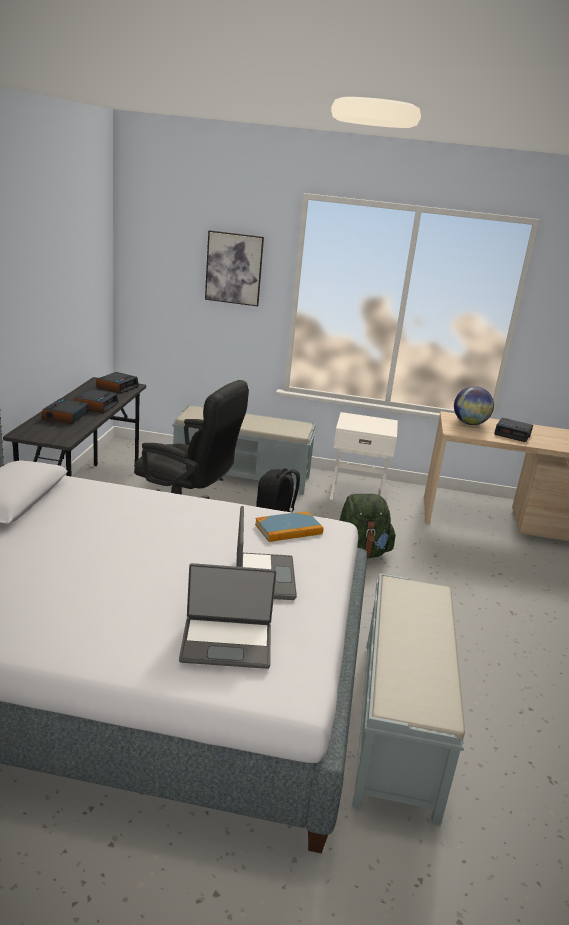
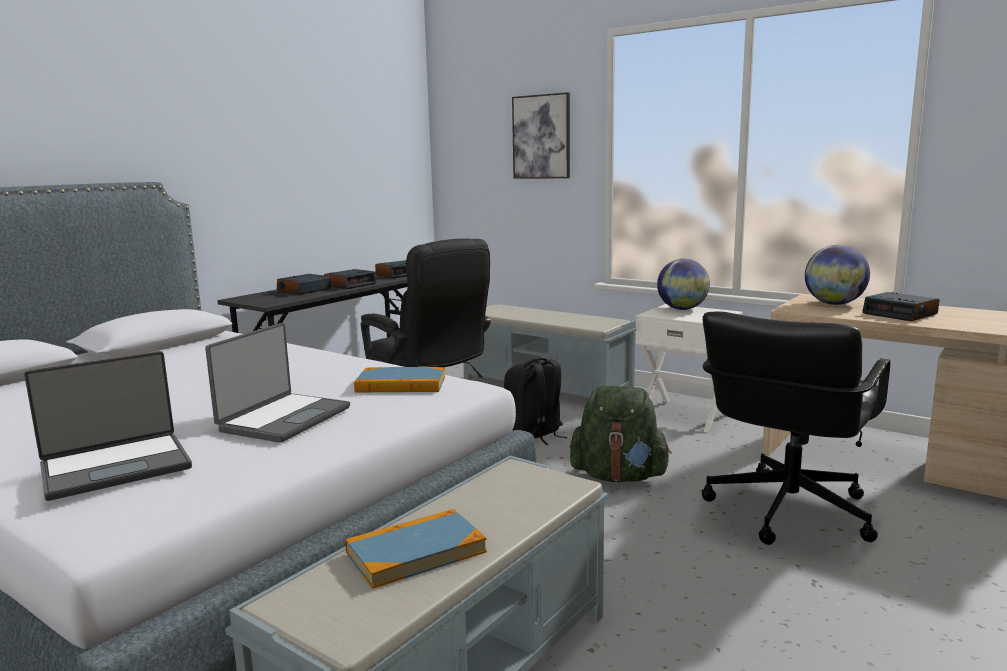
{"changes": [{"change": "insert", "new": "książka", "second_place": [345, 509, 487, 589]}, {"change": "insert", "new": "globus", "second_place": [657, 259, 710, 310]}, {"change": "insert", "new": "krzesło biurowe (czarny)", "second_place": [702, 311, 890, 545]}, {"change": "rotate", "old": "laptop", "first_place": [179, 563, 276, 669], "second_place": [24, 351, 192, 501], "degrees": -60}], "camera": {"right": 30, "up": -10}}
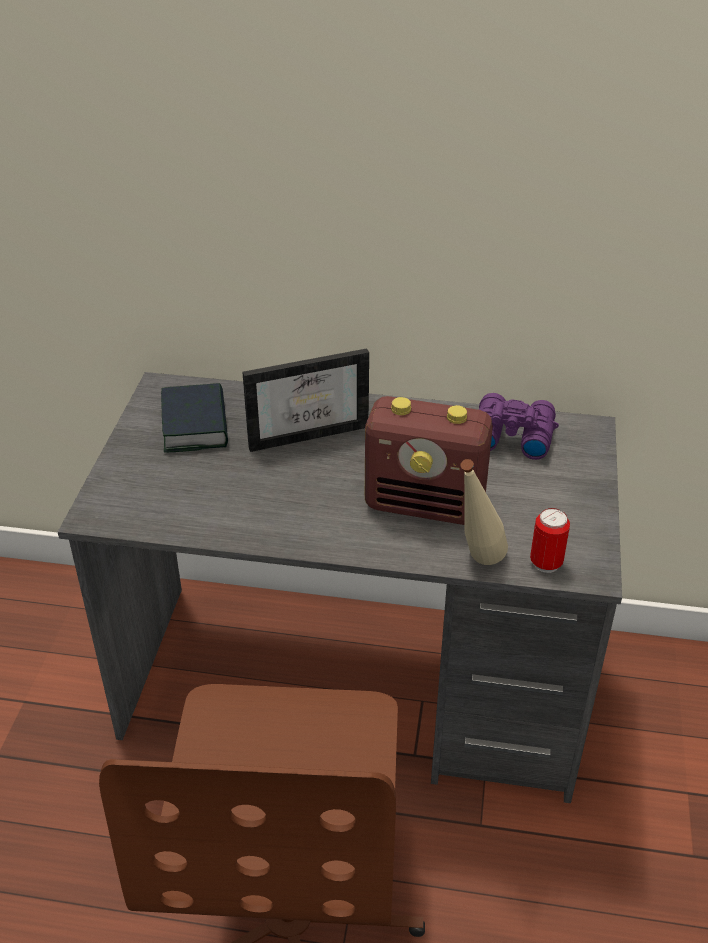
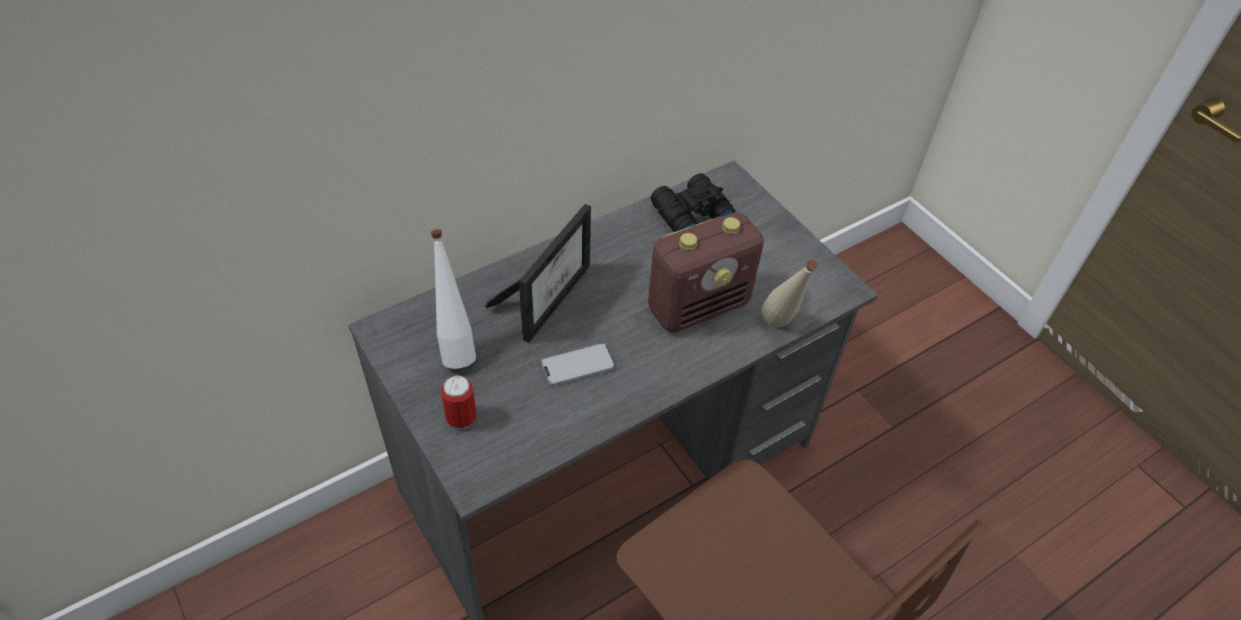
{"changes": [{"change": "insert", "new": "telefon", "second_place": [541, 343, 615, 386]}, {"change": "move", "old": "puszka", "first_place": [530, 508, 570, 573], "second_place": [441, 375, 477, 429]}, {"change": "replace", "old": "książka", "new": "butelka (biały)", "first_place": [161, 383, 228, 453], "second_place": [431, 229, 476, 369]}, {"change": "recolor", "old": "lornetka (fioletowy)", "new": "lornetka (czarny)", "first_place": [479, 393, 559, 460], "second_place": [651, 173, 735, 232]}], "camera": {"right": -45, "up": 10}}
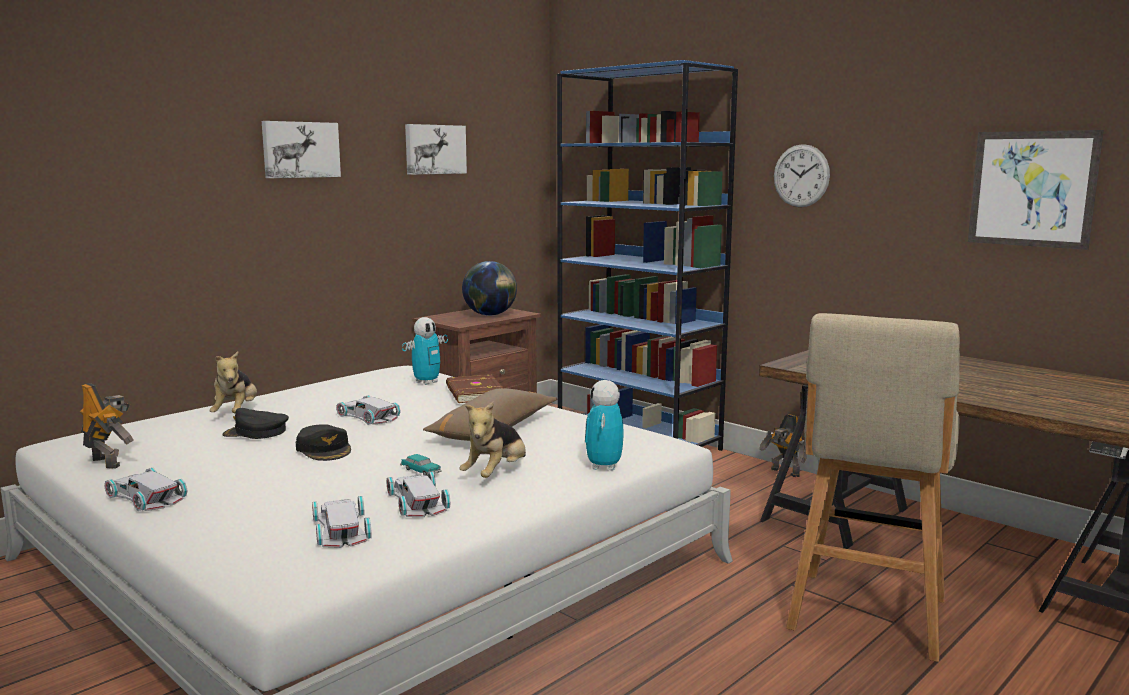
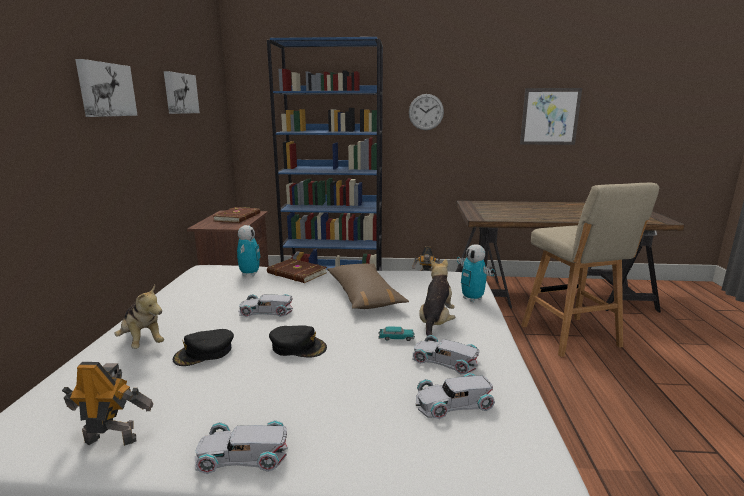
{"changes": [{"change": "replace", "old": "globus", "new": "książka (brązowy)", "first_place": [462, 261, 517, 316], "second_place": [213, 207, 260, 223]}, {"change": "rotate", "old": "samochodzik (biały)", "first_place": [312, 496, 372, 548], "second_place": [416, 373, 495, 419], "degrees": -45}, {"change": "rotate", "old": "pluszak", "first_place": [459, 402, 526, 478], "second_place": [419, 259, 455, 341], "degrees": -150}], "camera": {"right": -40, "up": 5}}
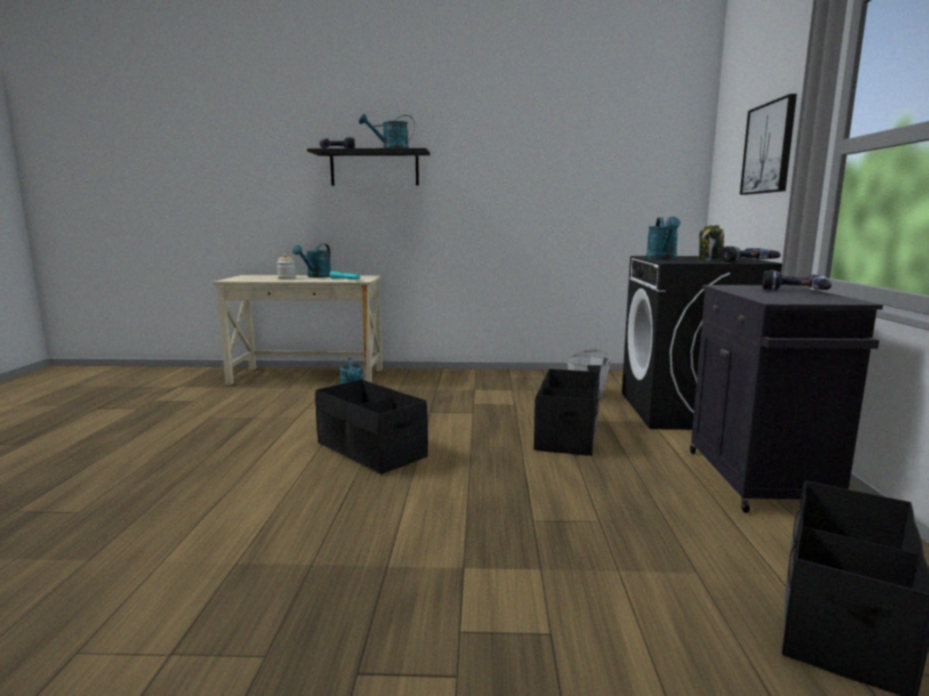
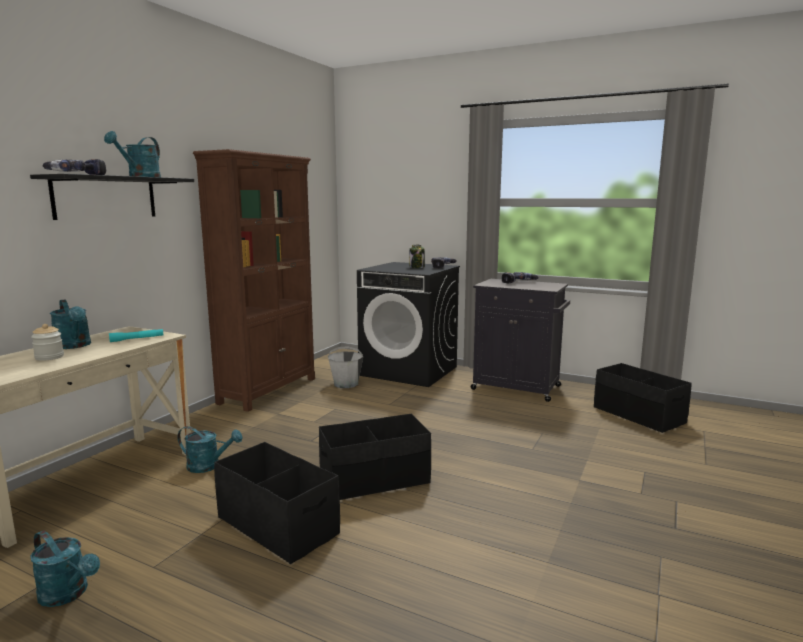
{"changes": [{"change": "delete", "old": "obraz", "first_place": [740, 94, 797, 195]}, {"change": "insert", "new": "regał (brązowy)", "second_place": [193, 149, 315, 412]}, {"change": "move", "old": "pojemnik do przechowywania (czarny)", "first_place": [534, 369, 600, 456], "second_place": [214, 442, 340, 564]}, {"change": "move", "old": "konewka (turkusowy)", "first_place": [646, 217, 680, 260], "second_place": [30, 530, 100, 607]}], "camera": {"right": -65, "up": 0}}
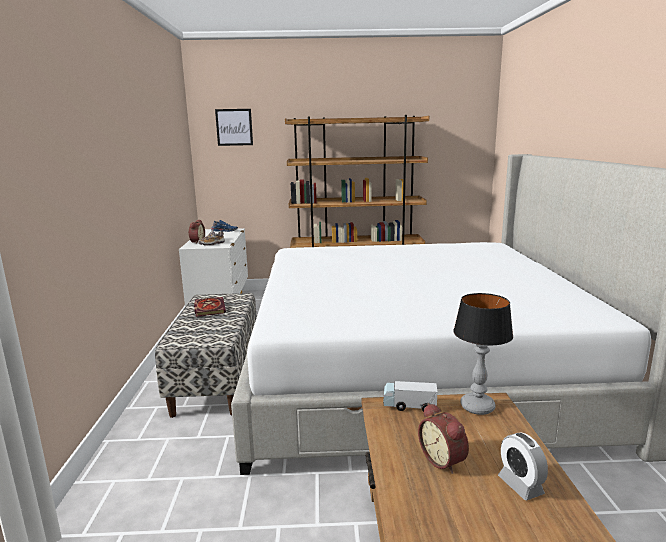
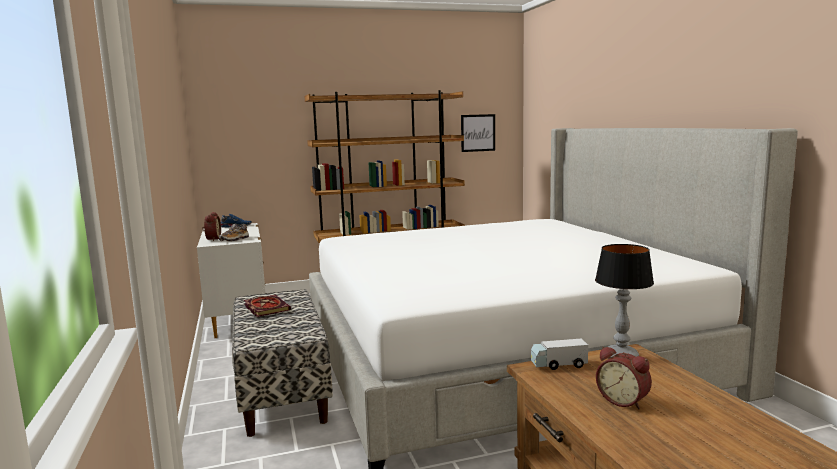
{"changes": [{"change": "delete", "old": "budzik", "first_place": [498, 433, 548, 501]}, {"change": "move", "old": "obraz", "first_place": [215, 109, 253, 146], "second_place": [461, 114, 495, 152]}], "camera": {"right": -15, "up": -5}}
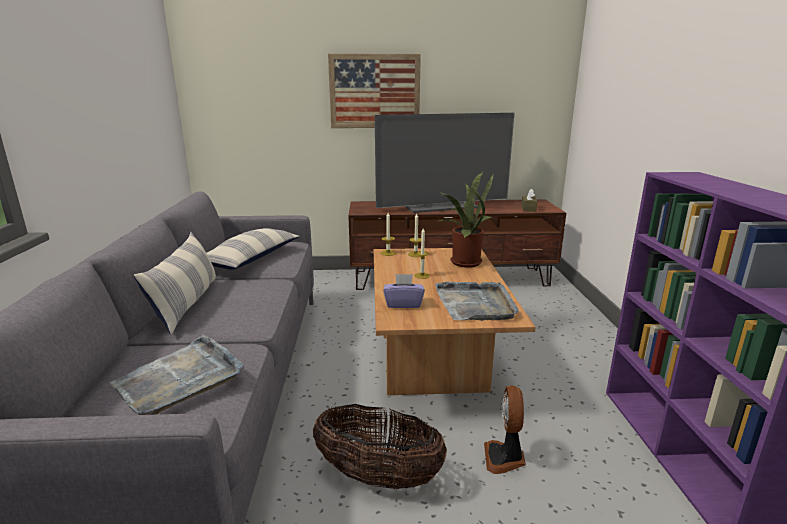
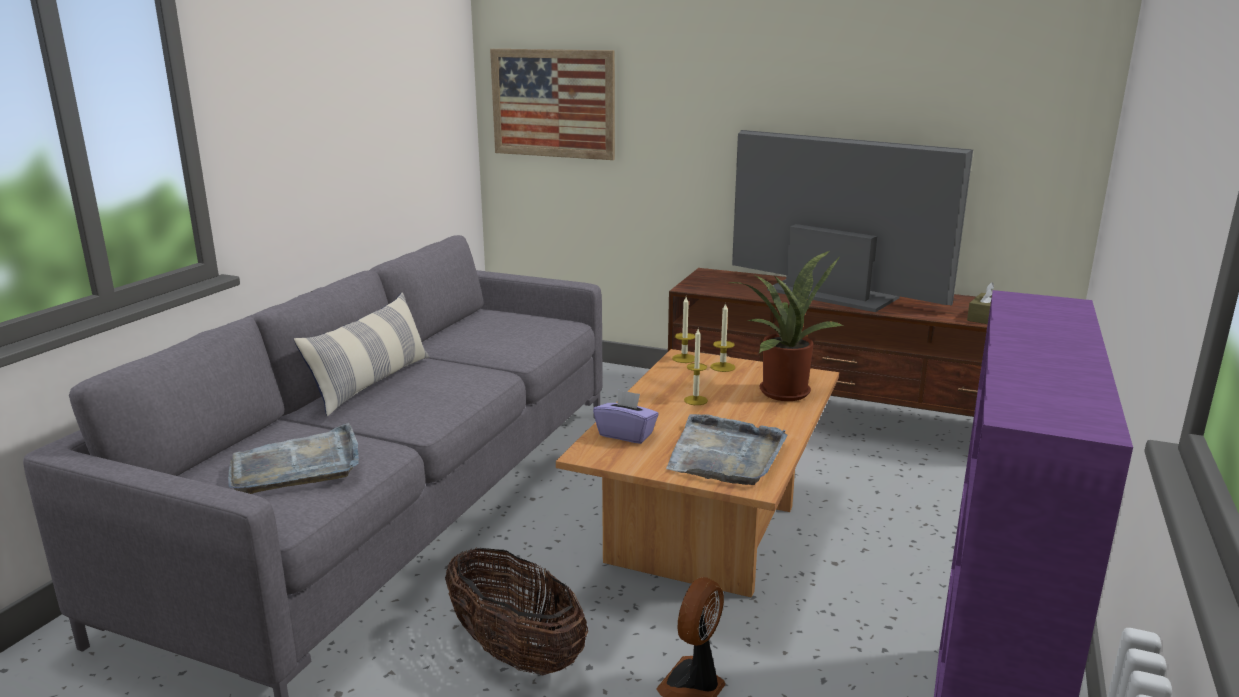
{"changes": [{"change": "delete", "old": "poduszka", "first_place": [207, 228, 300, 270]}, {"change": "move", "old": "obraz", "first_place": [328, 54, 421, 128], "second_place": [490, 49, 615, 160]}, {"change": "rotate", "old": "telewizor", "first_place": [375, 113, 515, 213], "second_place": [732, 130, 973, 312], "degrees": -150}], "camera": {"right": 25, "up": 0}}
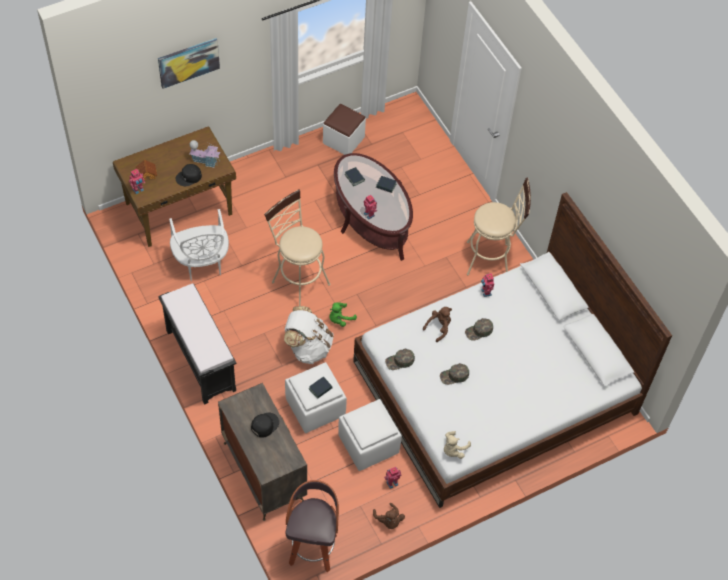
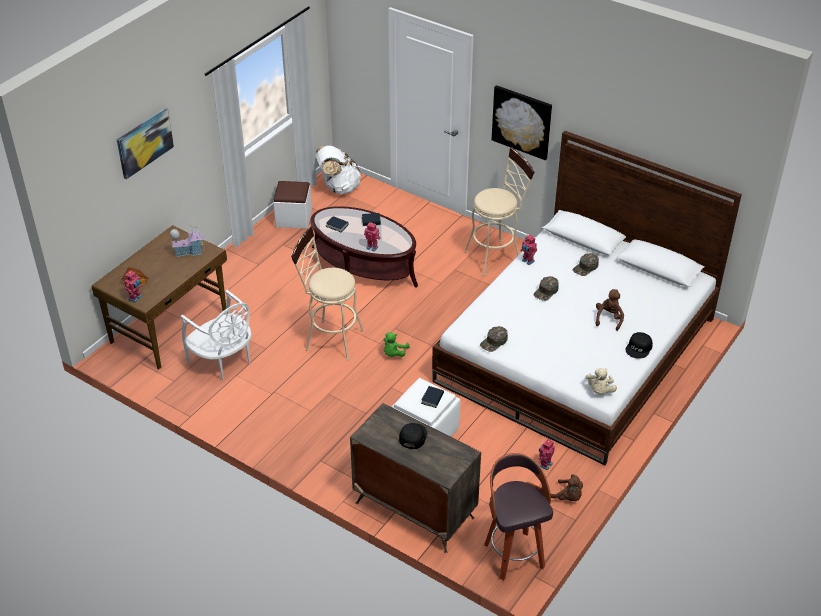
{"changes": [{"change": "delete", "old": "ławka (czarny)", "first_place": [158, 283, 236, 405]}, {"change": "delete", "old": "pufa (biały)", "first_place": [338, 399, 402, 471]}, {"change": "insert", "new": "obraz", "second_place": [492, 85, 552, 160]}, {"change": "move", "old": "czapka z daszkiem (czarny)", "first_place": [176, 164, 202, 186], "second_place": [625, 332, 653, 359]}, {"change": "move", "old": "plecak (biały)", "first_place": [284, 306, 334, 364], "second_place": [316, 146, 361, 194]}, {"change": "move", "old": "pluszak (brązowy)", "first_place": [423, 307, 452, 342], "second_place": [595, 289, 624, 331]}, {"change": "move", "old": "czapka z daszkiem (zielony)", "first_place": [440, 363, 469, 385], "second_place": [573, 253, 599, 276]}], "camera": {"right": -25, "up": -15}}
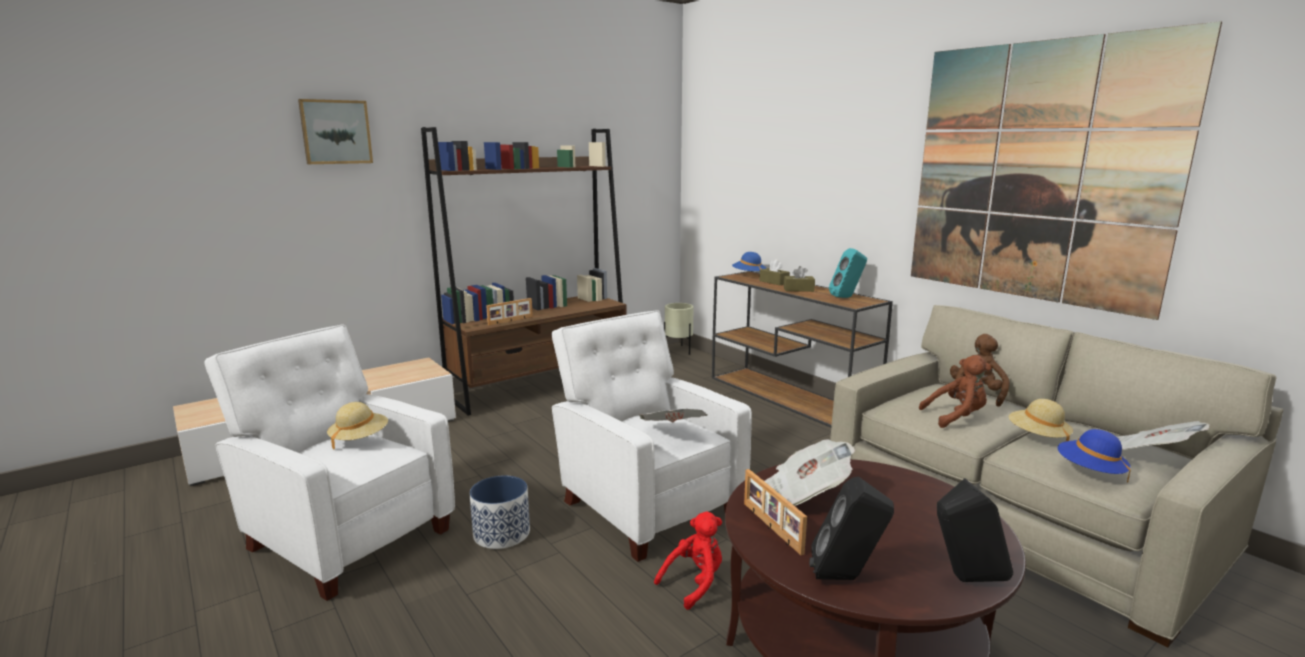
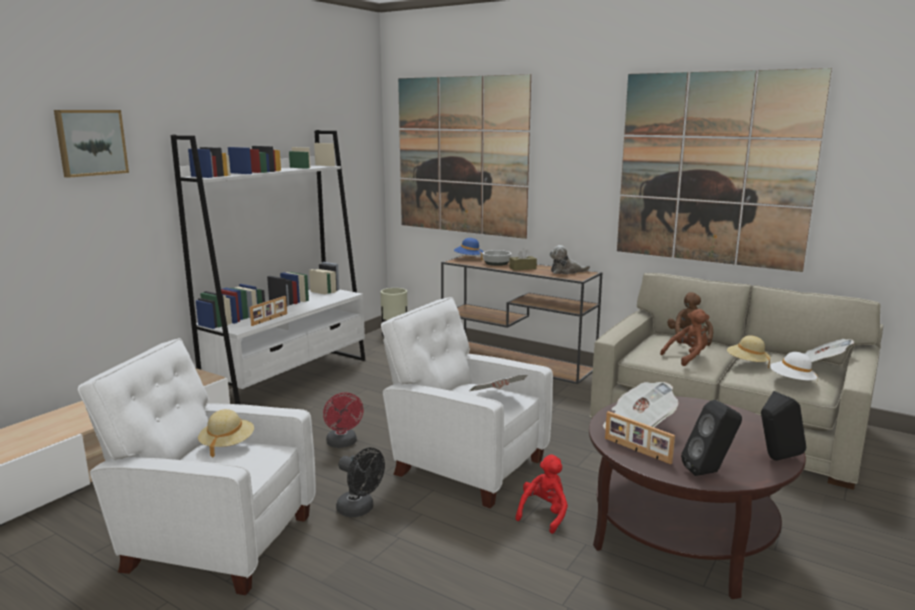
{"changes": [{"change": "insert", "new": "wentylator (czerwony)", "second_place": [323, 392, 364, 448]}, {"change": "insert", "new": "obraz", "second_place": [398, 74, 531, 239]}, {"change": "replace", "old": "donica", "new": "wentylator (czarny)", "first_place": [470, 475, 530, 549], "second_place": [336, 447, 385, 517]}, {"change": "replace", "old": "pudełko chusteczek (brązowy)", "new": "miska", "first_place": [759, 259, 790, 285], "second_place": [483, 250, 511, 266]}, {"change": "replace", "old": "głośnik (turkusowy)", "new": "pluszak", "first_place": [829, 248, 867, 298], "second_place": [549, 245, 590, 275]}, {"change": "recolor", "old": "regał (brązowy)", "new": "regał (biały)", "first_place": [421, 127, 627, 415], "second_place": [171, 130, 365, 404]}, {"change": "recolor", "old": "kapelusz (niebieski)", "new": "kapelusz (biały)", "first_place": [1058, 429, 1131, 483], "second_place": [770, 352, 818, 380]}], "camera": {"right": -20, "up": 0}}
